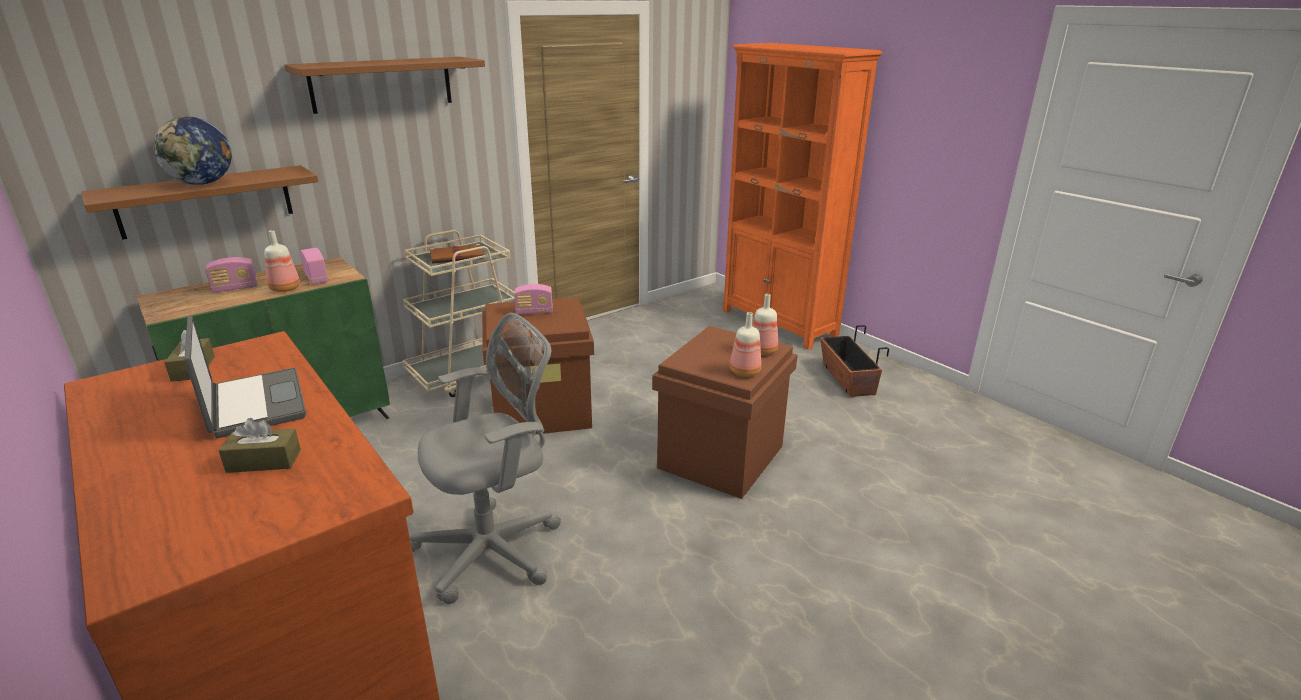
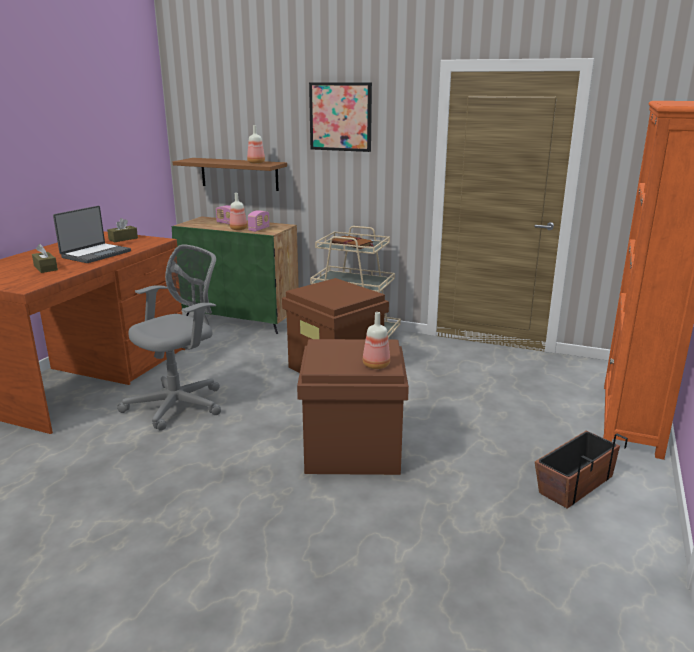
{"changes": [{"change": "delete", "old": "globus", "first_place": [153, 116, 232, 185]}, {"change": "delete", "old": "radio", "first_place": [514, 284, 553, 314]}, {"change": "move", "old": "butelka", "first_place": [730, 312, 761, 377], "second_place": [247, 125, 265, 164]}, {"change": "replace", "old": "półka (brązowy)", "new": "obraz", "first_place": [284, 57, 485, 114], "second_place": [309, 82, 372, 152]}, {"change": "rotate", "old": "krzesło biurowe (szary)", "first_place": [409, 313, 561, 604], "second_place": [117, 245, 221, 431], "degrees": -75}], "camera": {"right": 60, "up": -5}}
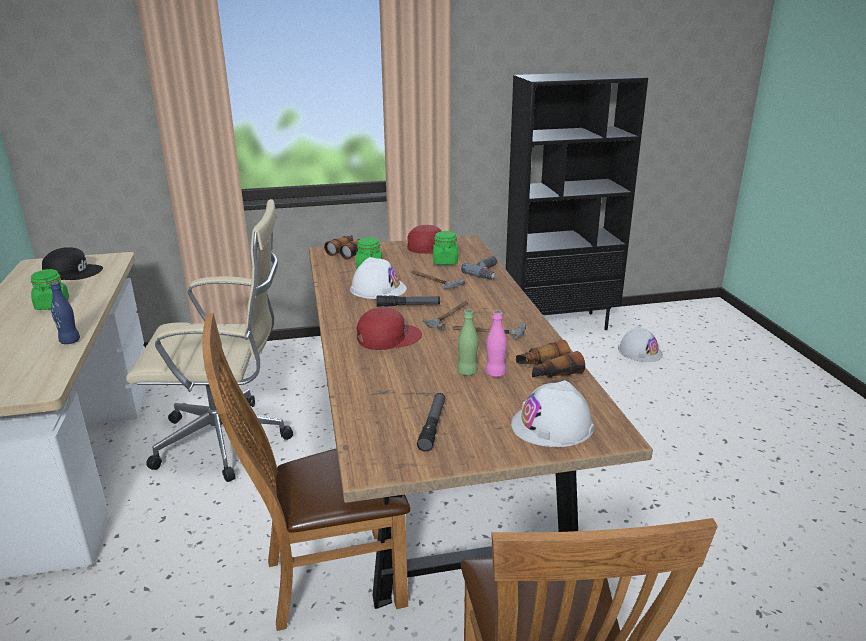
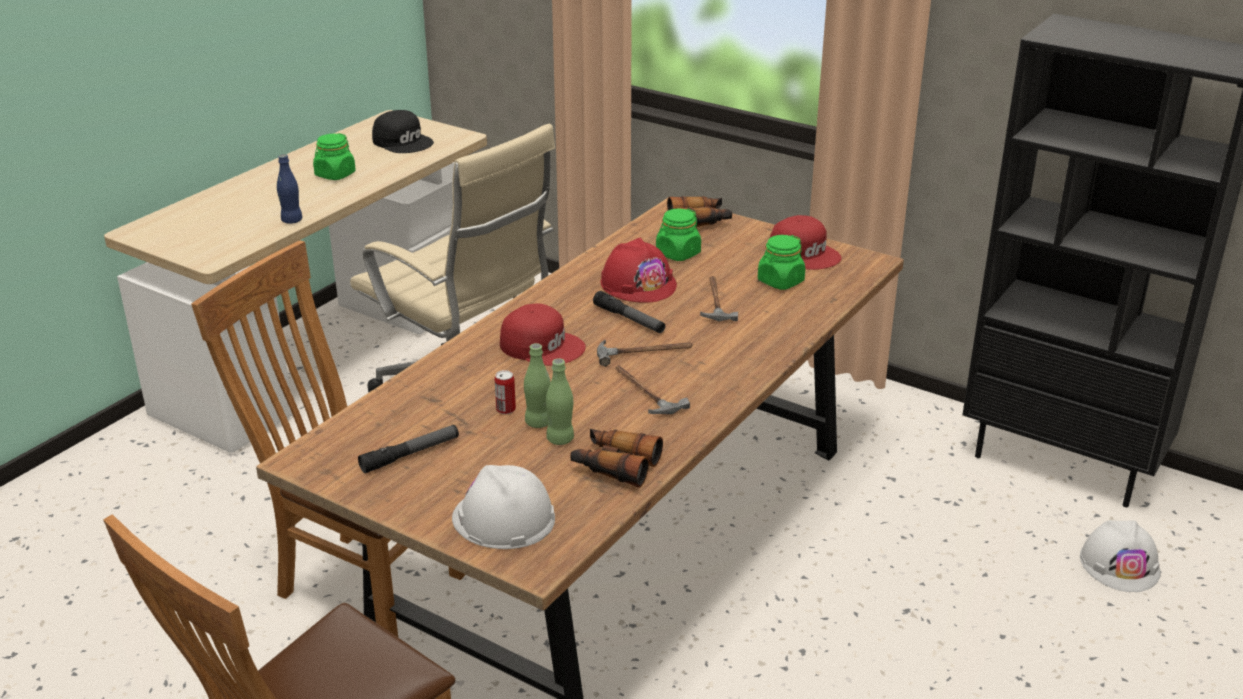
{"changes": [{"change": "delete", "old": "wiertarka", "first_place": [461, 256, 497, 280]}, {"change": "insert", "new": "puszka", "second_place": [494, 370, 516, 414]}, {"change": "recolor", "old": "kask (biały)", "new": "kask (czerwony)", "first_place": [350, 257, 407, 299], "second_place": [600, 238, 677, 303]}, {"change": "recolor", "old": "butelka (różowy)", "new": "butelka (zielony)", "first_place": [485, 310, 507, 377], "second_place": [546, 358, 574, 445]}], "camera": {"right": 45, "up": 5}}
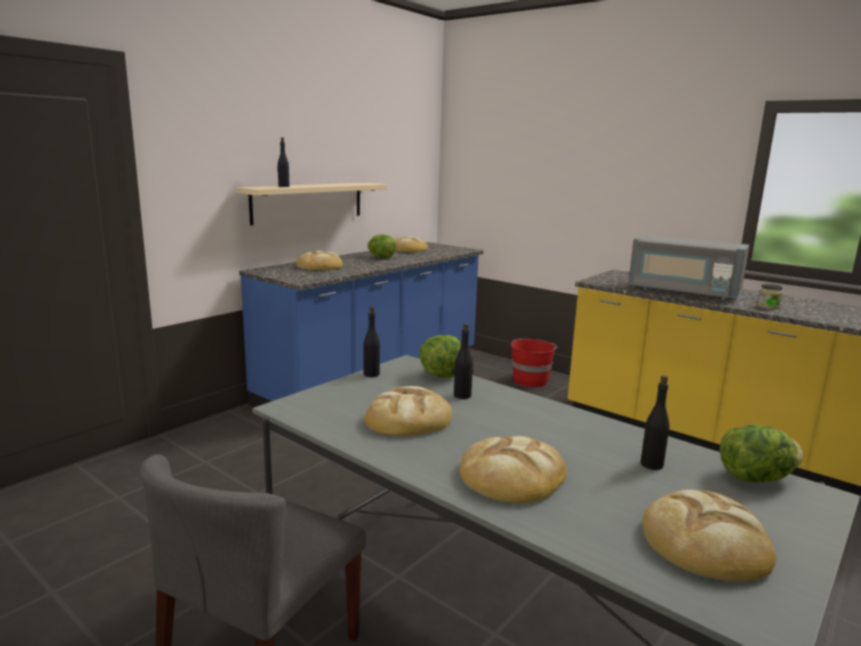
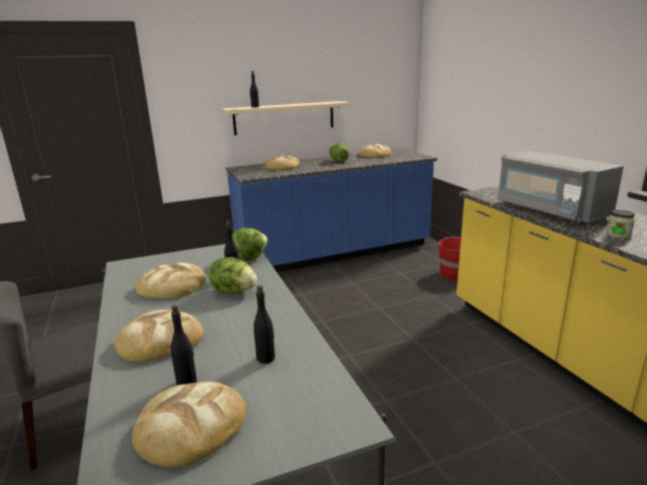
{"changes": [{"change": "move", "old": "butelka (czarny)", "first_place": [364, 307, 380, 377], "second_place": [171, 305, 197, 385]}, {"change": "move", "old": "sałata", "first_place": [720, 424, 804, 483], "second_place": [209, 257, 257, 294]}], "camera": {"right": 30, "up": 5}}
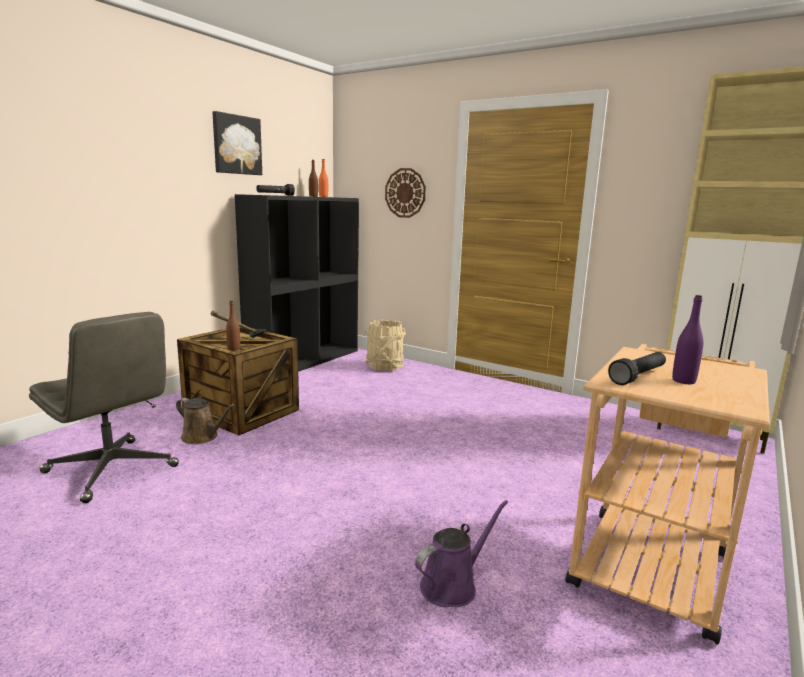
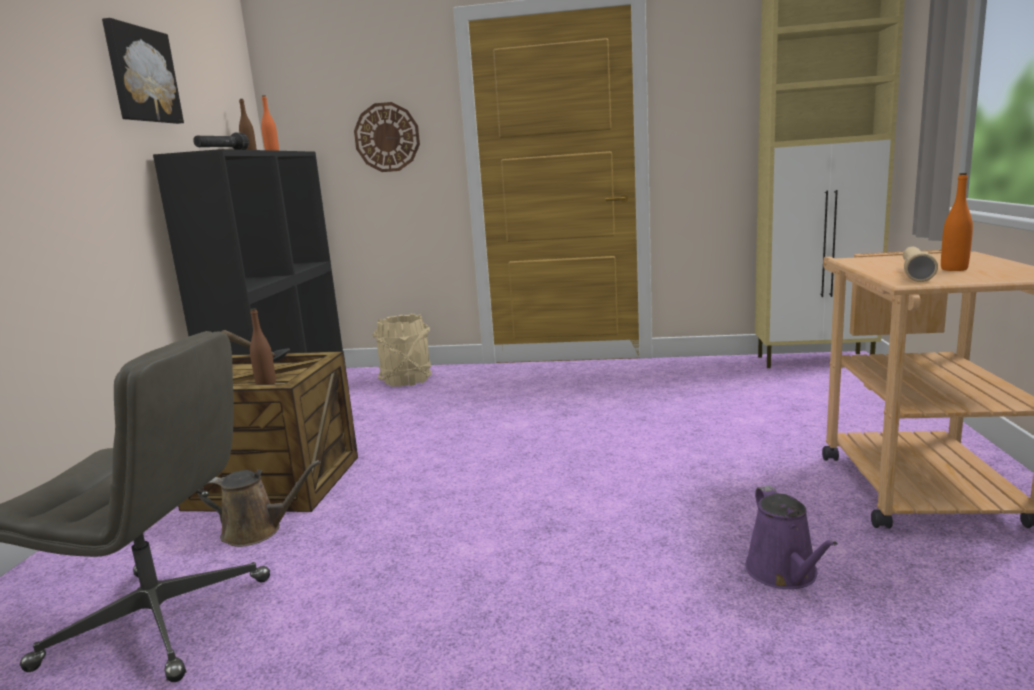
{"changes": [{"change": "recolor", "old": "latarka (czarny)", "new": "latarka (beżowy)", "first_place": [608, 352, 666, 385], "second_place": [903, 247, 938, 282]}, {"change": "recolor", "old": "butelka (fioletowy)", "new": "butelka (pomarańczowy)", "first_place": [672, 295, 703, 384], "second_place": [941, 173, 973, 271]}, {"change": "rotate", "old": "konewka (fioletowy)", "first_place": [415, 500, 508, 607], "second_place": [745, 486, 838, 589], "degrees": 150}], "camera": {"right": -25, "up": 0}}
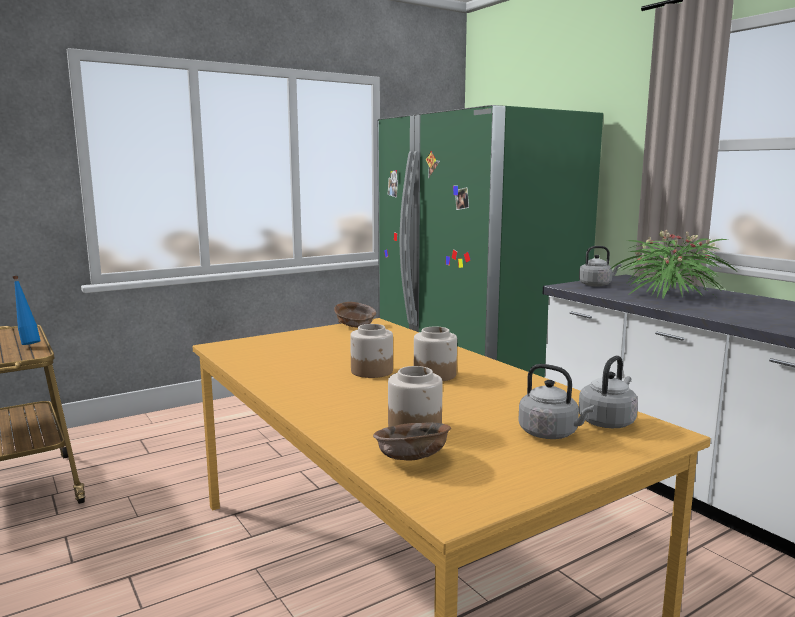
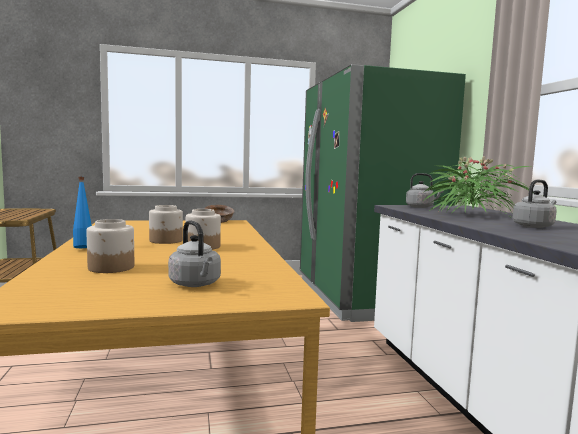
{"changes": [{"change": "delete", "old": "miska (brązowy)", "first_place": [373, 422, 451, 461]}, {"change": "move", "old": "butelka (niebieski)", "first_place": [13, 276, 41, 345], "second_place": [73, 177, 92, 248]}, {"change": "move", "old": "czajnik (szary)", "first_place": [579, 355, 638, 428], "second_place": [512, 180, 557, 228]}], "camera": {"right": 20, "up": -5}}
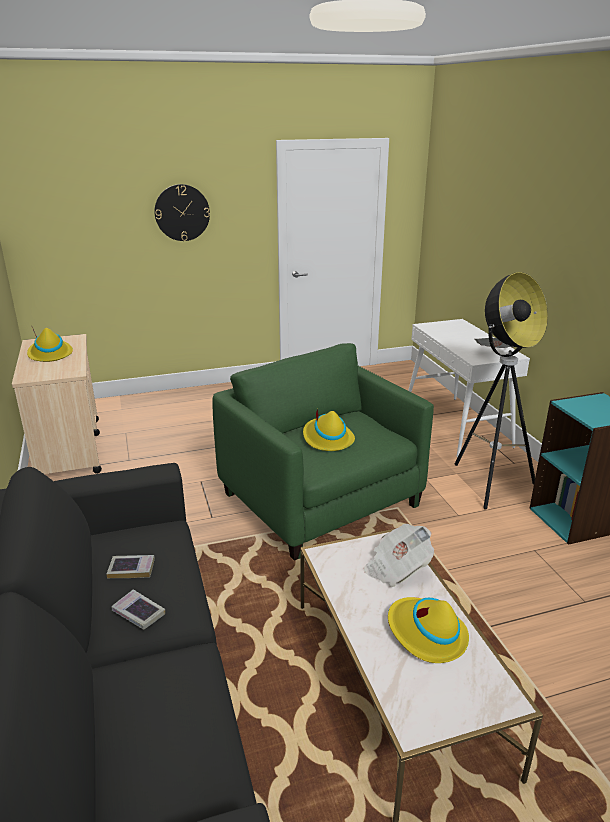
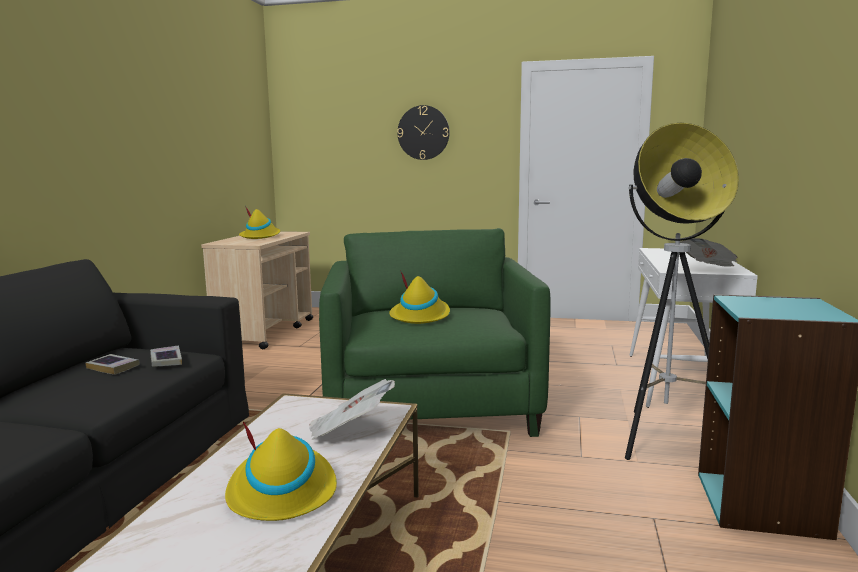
{"changes": [{"change": "move", "old": "książka", "first_place": [111, 589, 165, 630], "second_place": [150, 346, 182, 366]}], "camera": {"right": 30, "up": -15}}
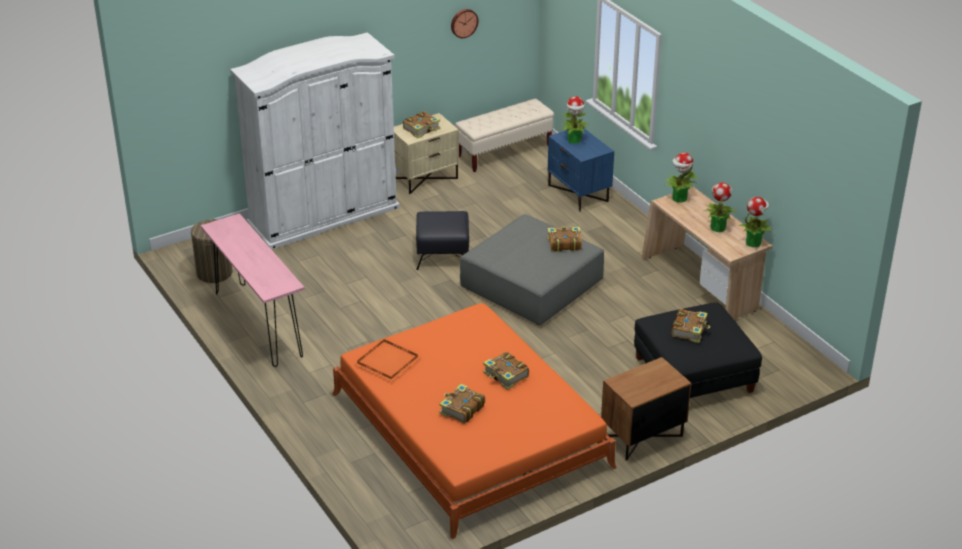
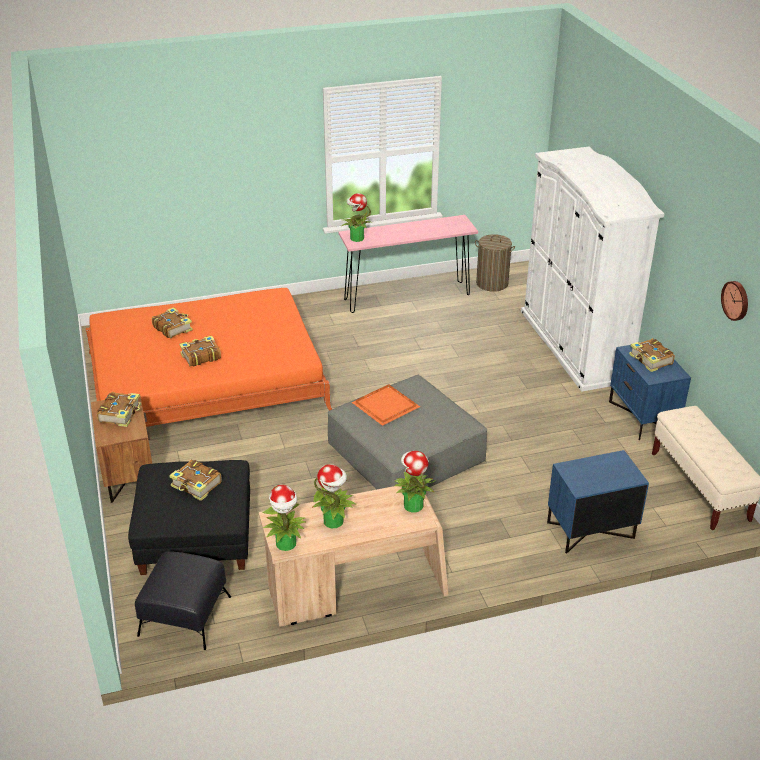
{"changes": [{"change": "move", "old": "taca (pomarańczowy)", "first_place": [353, 339, 421, 382], "second_place": [352, 384, 420, 426]}, {"change": "move", "old": "pufa (czarny)", "first_place": [416, 211, 469, 270], "second_place": [135, 551, 231, 650]}, {"change": "move", "old": "książka", "first_place": [547, 226, 582, 251], "second_place": [97, 392, 141, 427]}, {"change": "move", "old": "roślina doniczkowa", "first_place": [560, 96, 589, 144], "second_place": [342, 193, 372, 242]}, {"change": "recolor", "old": "szafka nocna (beżowy)", "new": "szafka nocna (niebieski)", "first_place": [394, 113, 459, 194], "second_place": [609, 345, 691, 440]}], "camera": {"right": 105, "up": 0}}
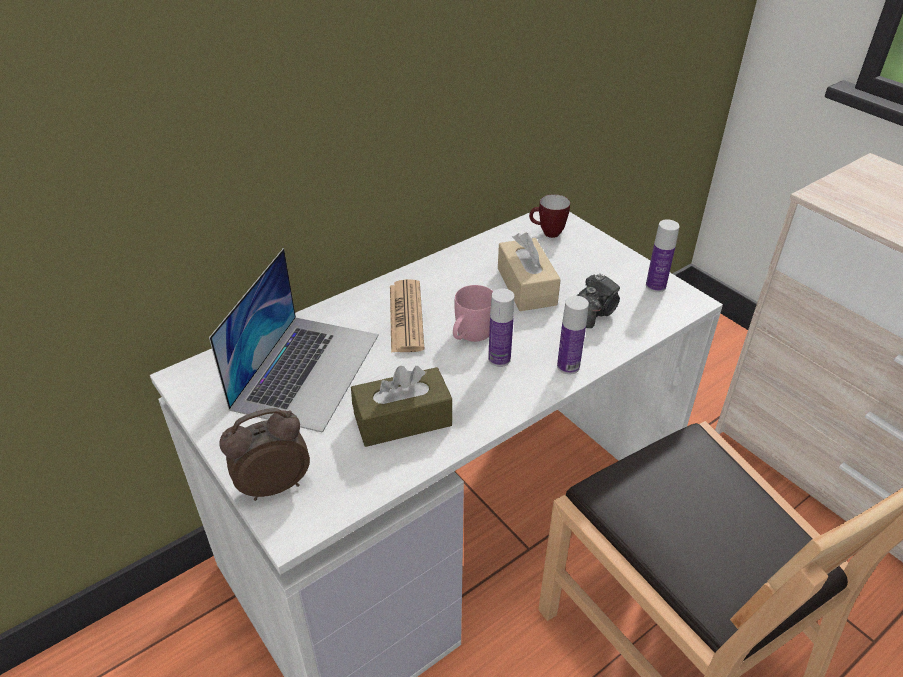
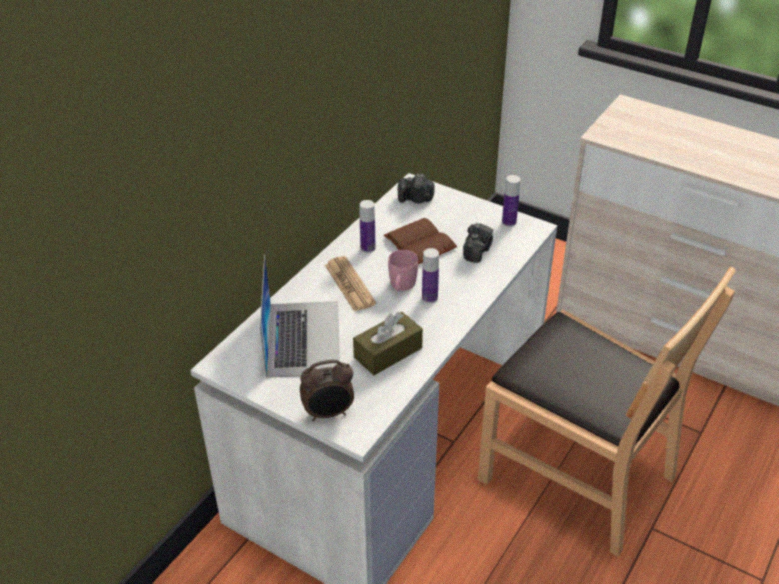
{"changes": [{"change": "move", "old": "butelka", "first_place": [557, 296, 589, 374], "second_place": [360, 200, 375, 253]}, {"change": "replace", "old": "pudełko chusteczek (beżowy)", "new": "książka (brązowy)", "first_place": [498, 233, 561, 311], "second_place": [384, 218, 457, 264]}, {"change": "replace", "old": "kubek", "new": "aparat fotograficzny", "first_place": [529, 194, 570, 238], "second_place": [398, 174, 434, 203]}, {"change": "rotate", "old": "budzik", "first_place": [219, 408, 310, 501], "second_place": [300, 360, 354, 421], "degrees": -150}], "camera": {"right": -20, "up": 0}}
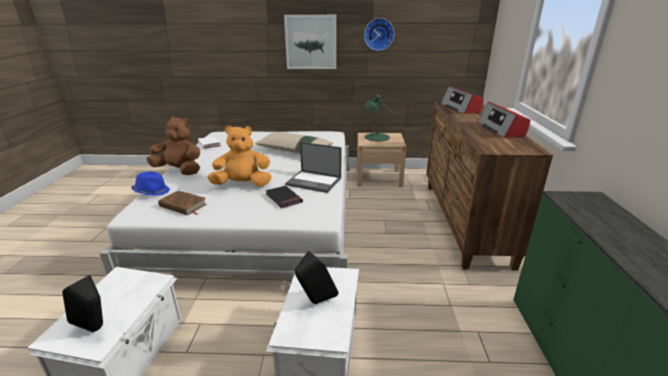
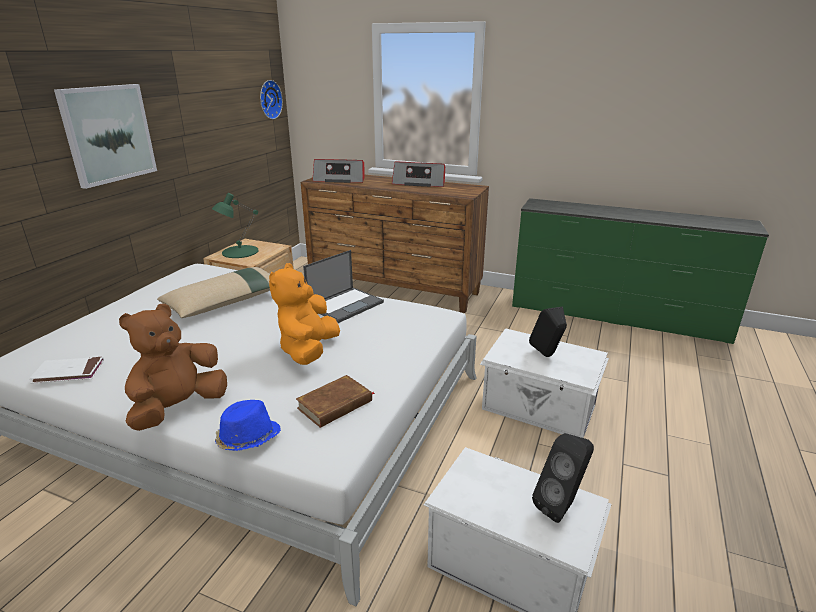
{"changes": [{"change": "delete", "old": "książka (czarny)", "first_place": [266, 186, 303, 208]}, {"change": "move", "old": "zegar ścienny", "first_place": [364, 18, 394, 51], "second_place": [260, 80, 283, 119]}], "camera": {"right": -70, "up": 0}}
